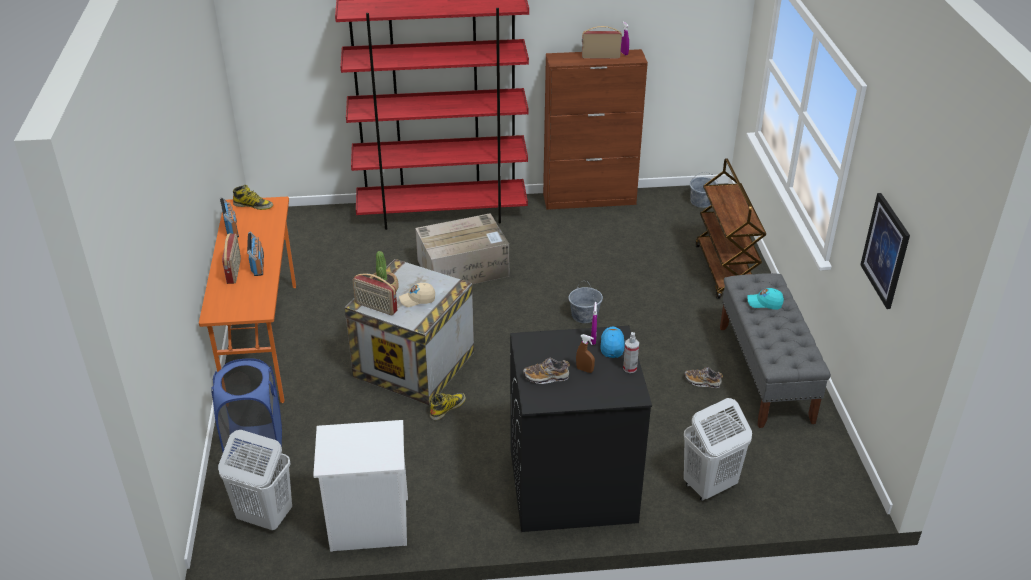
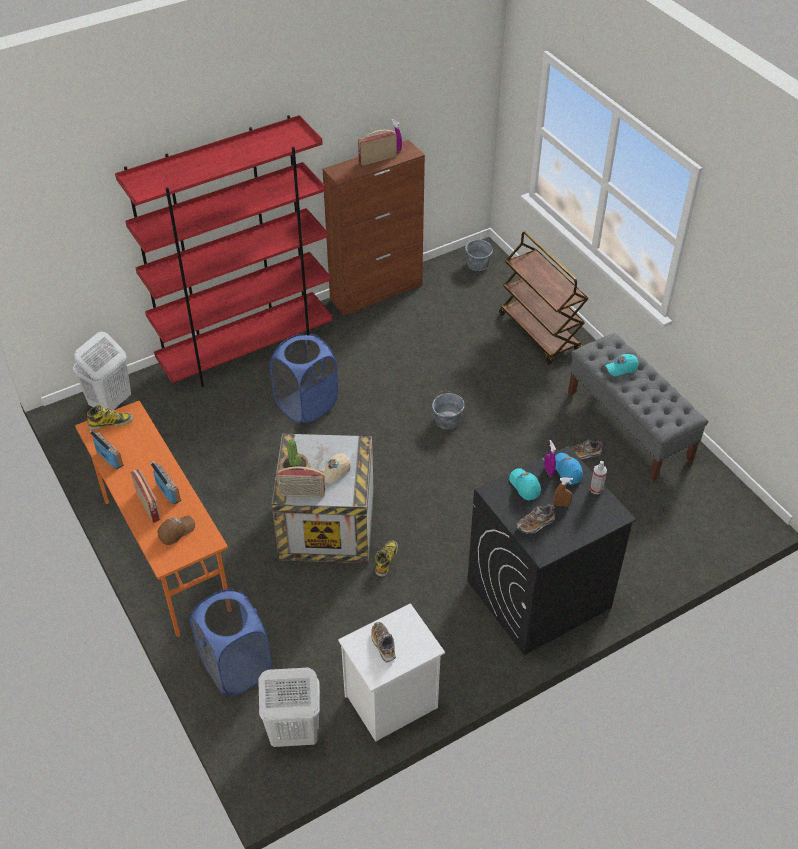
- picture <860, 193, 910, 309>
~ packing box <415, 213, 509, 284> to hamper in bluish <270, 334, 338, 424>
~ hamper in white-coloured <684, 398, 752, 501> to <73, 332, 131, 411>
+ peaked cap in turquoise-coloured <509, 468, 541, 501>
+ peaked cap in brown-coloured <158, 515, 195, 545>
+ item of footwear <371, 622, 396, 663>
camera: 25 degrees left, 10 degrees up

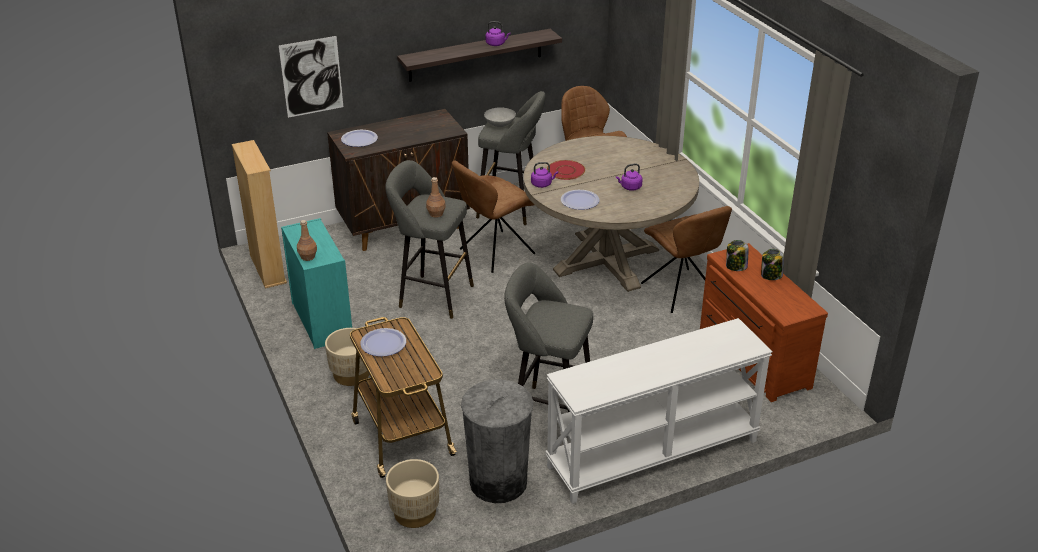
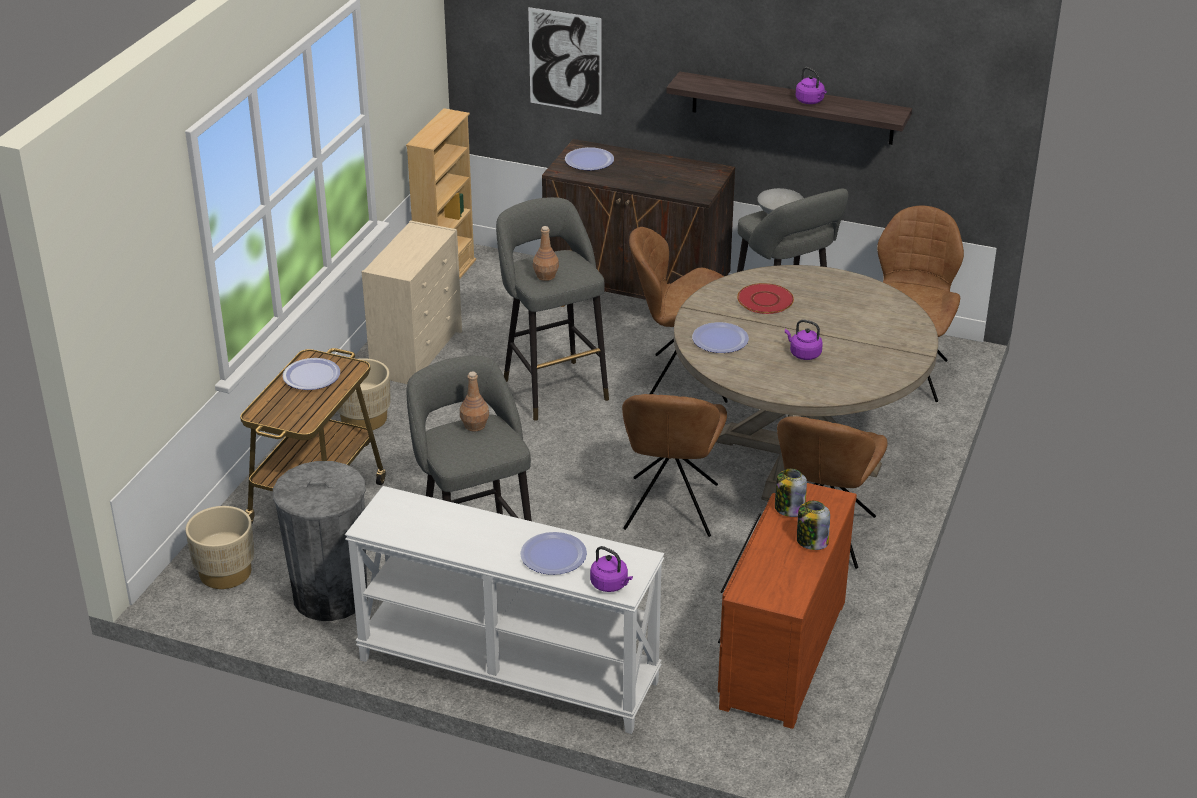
~ kettle in purplish <531, 162, 558, 188> to <590, 546, 633, 592>
~ drawer chest in turquoise-coloured <281, 218, 352, 349> to drawer chest in beige <361, 220, 462, 384>
~ beverage bottle in brown-coloured <297, 220, 317, 261> to <460, 371, 489, 431>
+ upright chair in brown-coloured <622, 394, 727, 537>
+ plate <520, 532, 587, 575>
camera: 45 degrees right, 0 degrees up

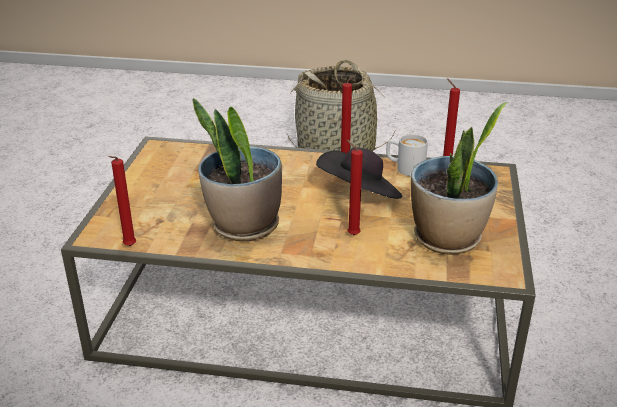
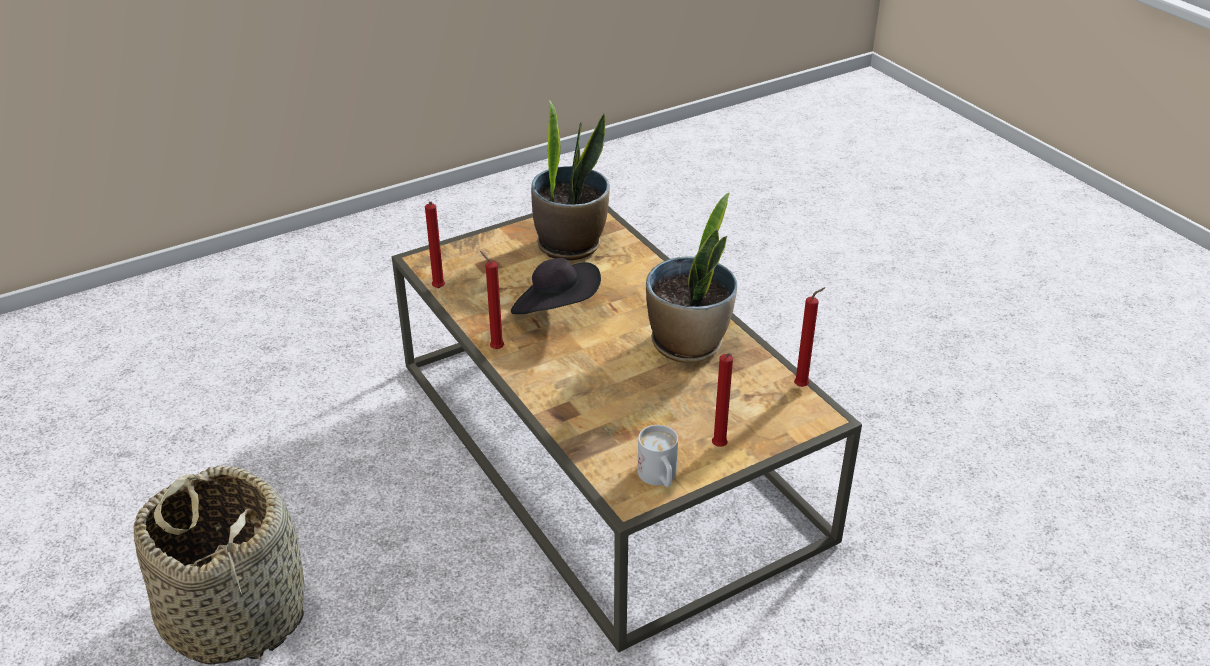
~ coffee mug in white-coloured <386, 134, 428, 176> to <638, 425, 678, 487>
~ wax light in red <346, 139, 363, 235> to <712, 353, 733, 447>
camera: 130 degrees left, 5 degrees up

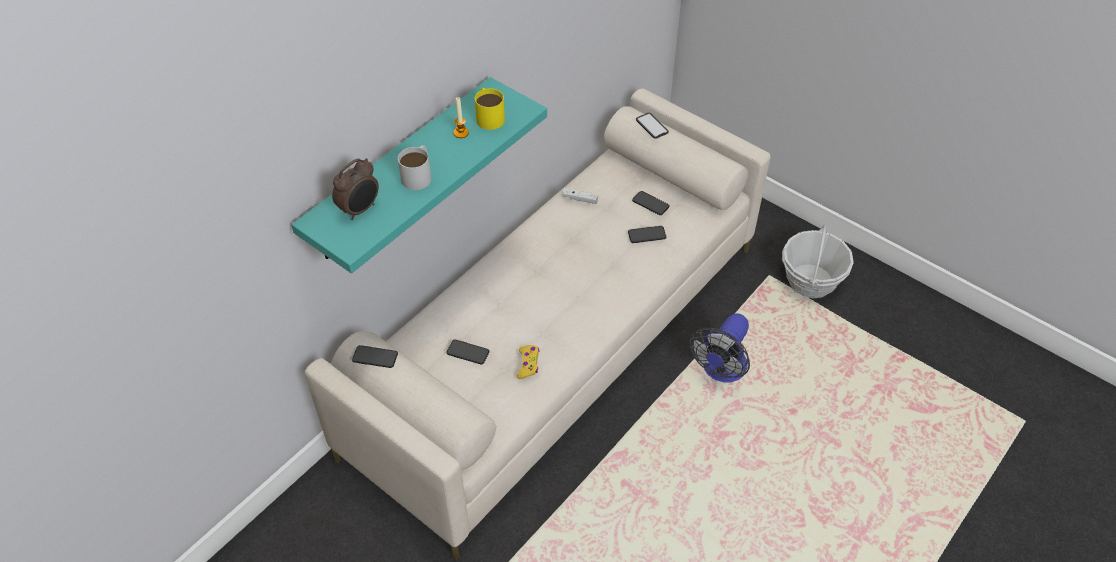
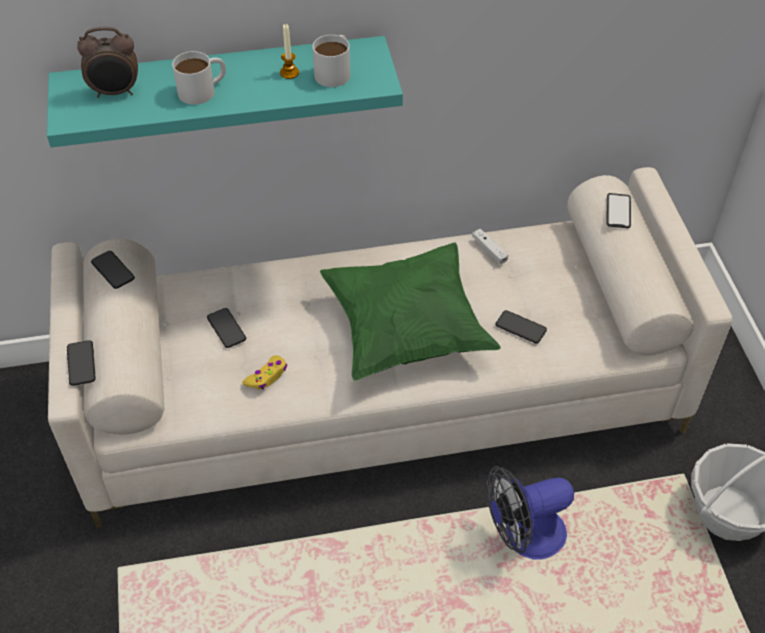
~ coffee mug in yellow <475, 88, 505, 130> to coffee mug in white-coloured <313, 35, 350, 87>
~ phone <632, 191, 670, 215> to <67, 340, 96, 386>
+ pillow in green <320, 242, 501, 380>
camera: 40 degrees right, 0 degrees up

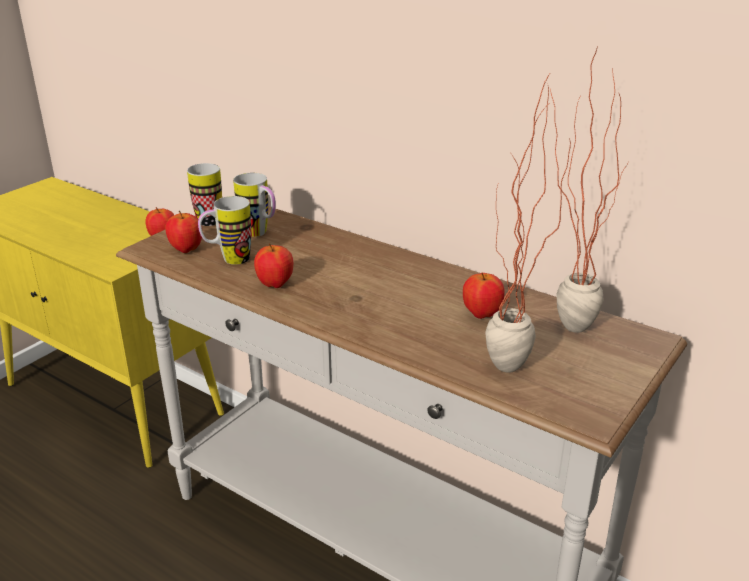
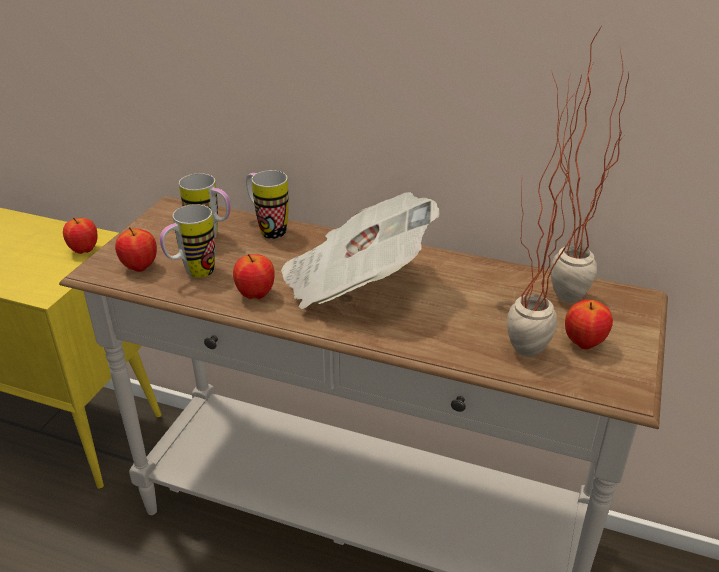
~ coffee mug <187, 163, 222, 226> to <246, 170, 289, 239>
~ apple <463, 272, 505, 319> to <565, 300, 613, 349>
+ daily paper <281, 192, 440, 309>
camera: 15 degrees left, 5 degrees up

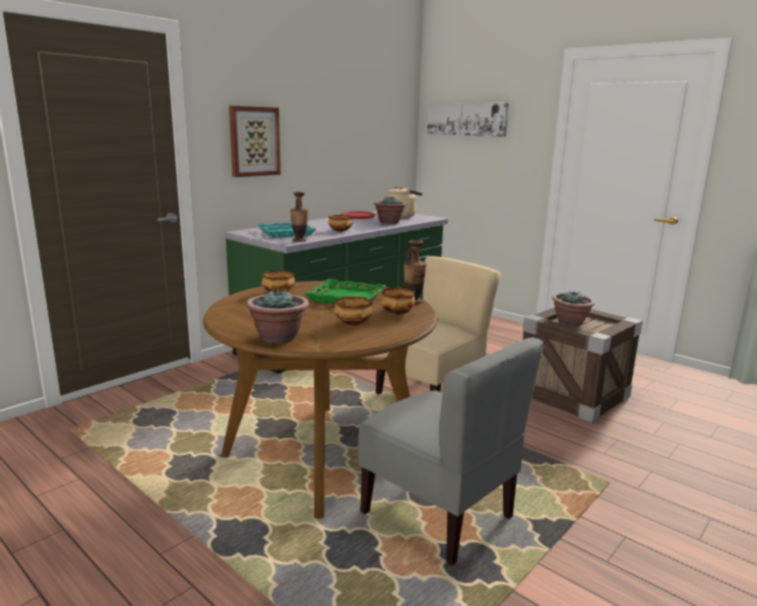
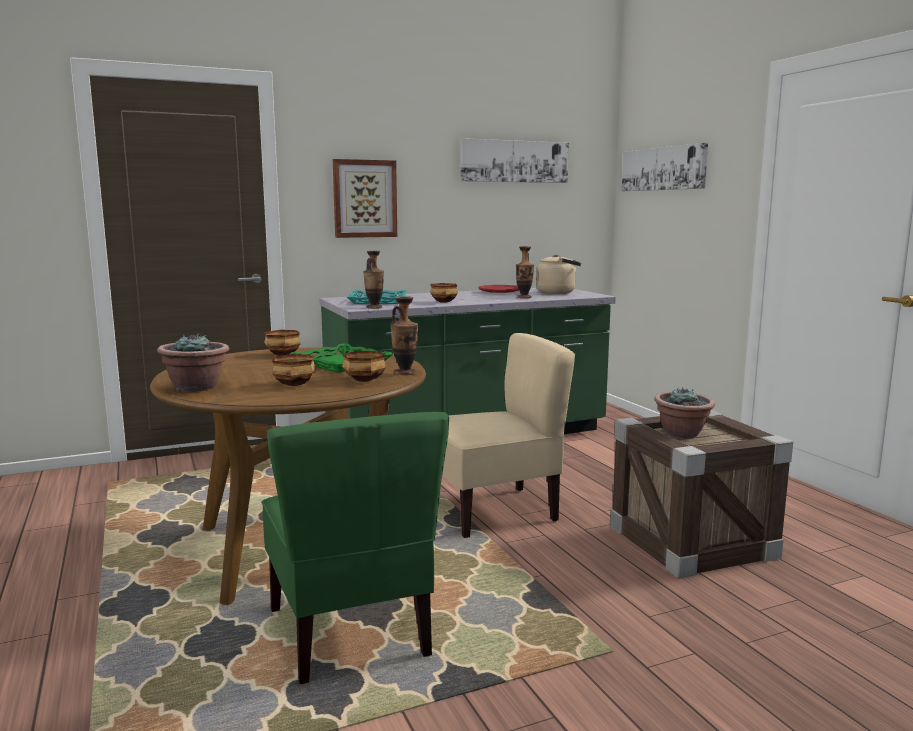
~ potted plant <374, 196, 406, 224> to decorative vase <516, 246, 534, 298>
~ upright chair in gray <358, 338, 544, 565> to upright chair in green <261, 412, 449, 684>
+ picture <460, 138, 569, 183>
camera: 25 degrees right, 5 degrees down

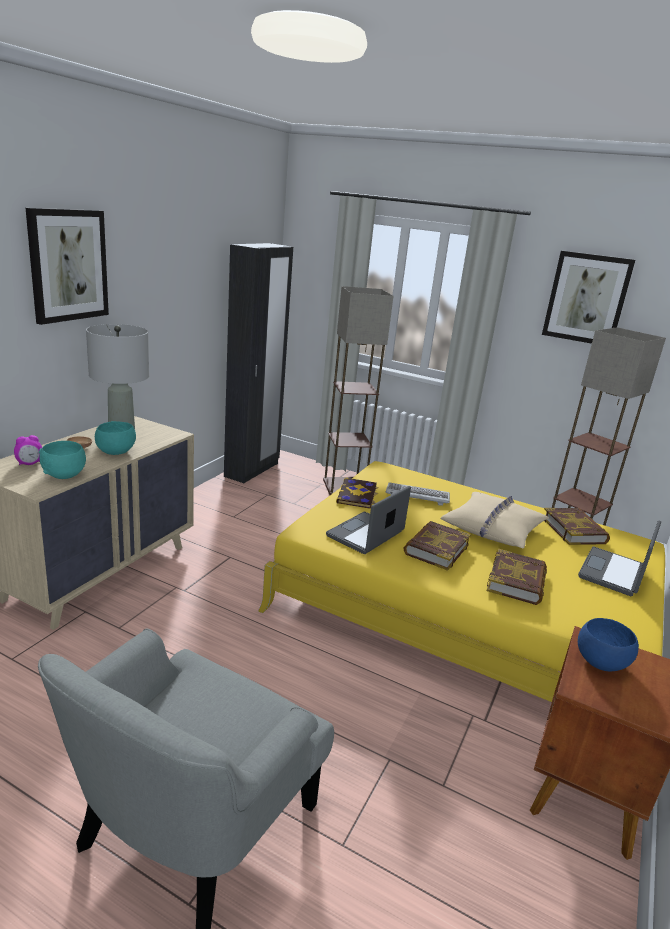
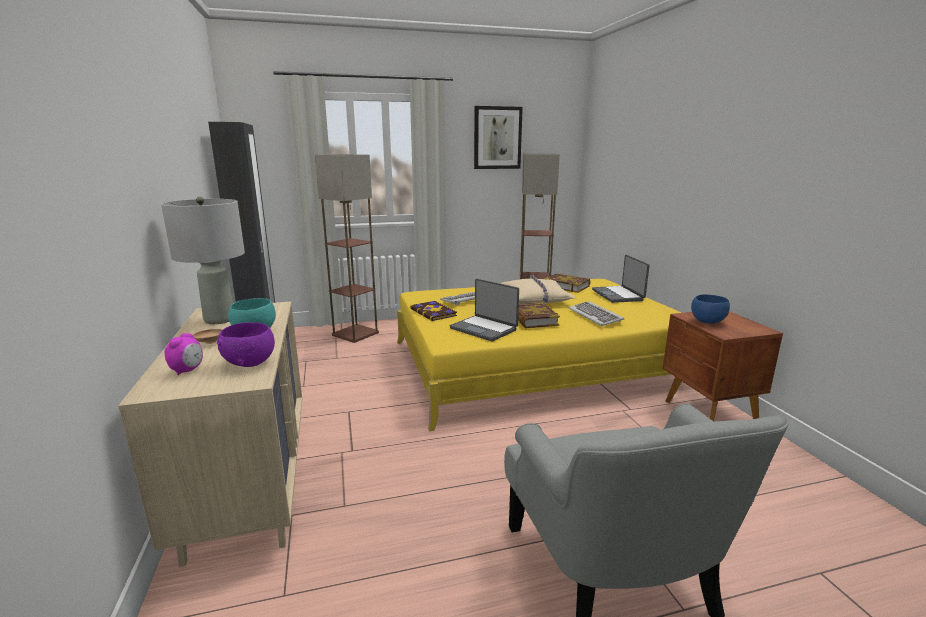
- picture <26, 208, 109, 325>
~ deep dish in turquoise-coloured <39, 441, 86, 479> to deep dish in purplish <217, 322, 275, 367>
~ portable computer <326, 486, 411, 554> = <450, 279, 519, 341> 45 degrees counterclockwise
~ bound book <487, 549, 547, 605> to PC keyboard <569, 301, 624, 326>
camera: 40 degrees left, 5 degrees down

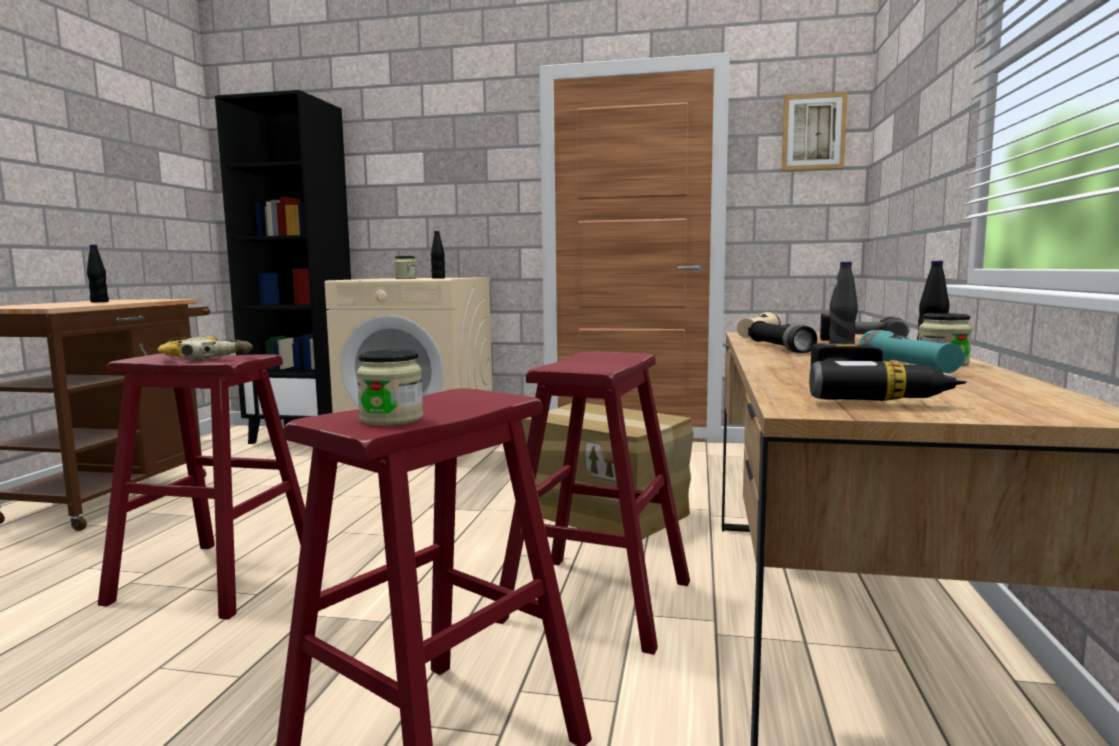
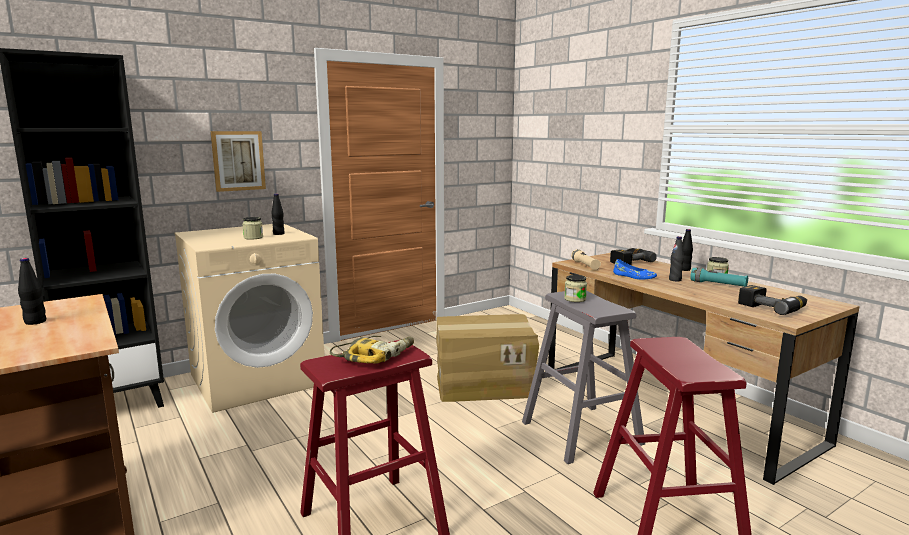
~ picture <781, 92, 848, 171> to <211, 131, 266, 192>
~ torch in black <748, 321, 817, 353> to item of footwear in bluish <613, 259, 657, 279>
~ preserve jar <357, 350, 423, 425> to <564, 275, 587, 302>
~ stool in red <495, 352, 690, 655> to stool in gray <522, 291, 645, 464>
camera: 45 degrees left, 5 degrees up

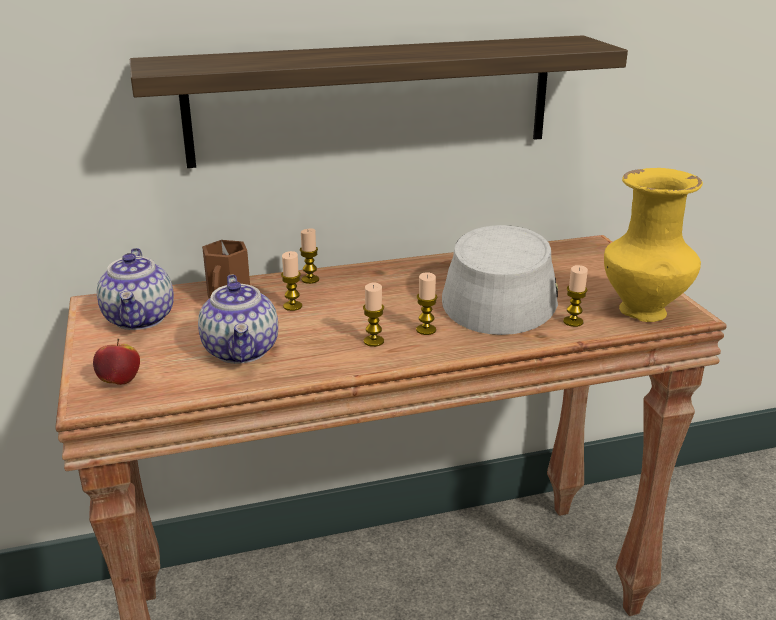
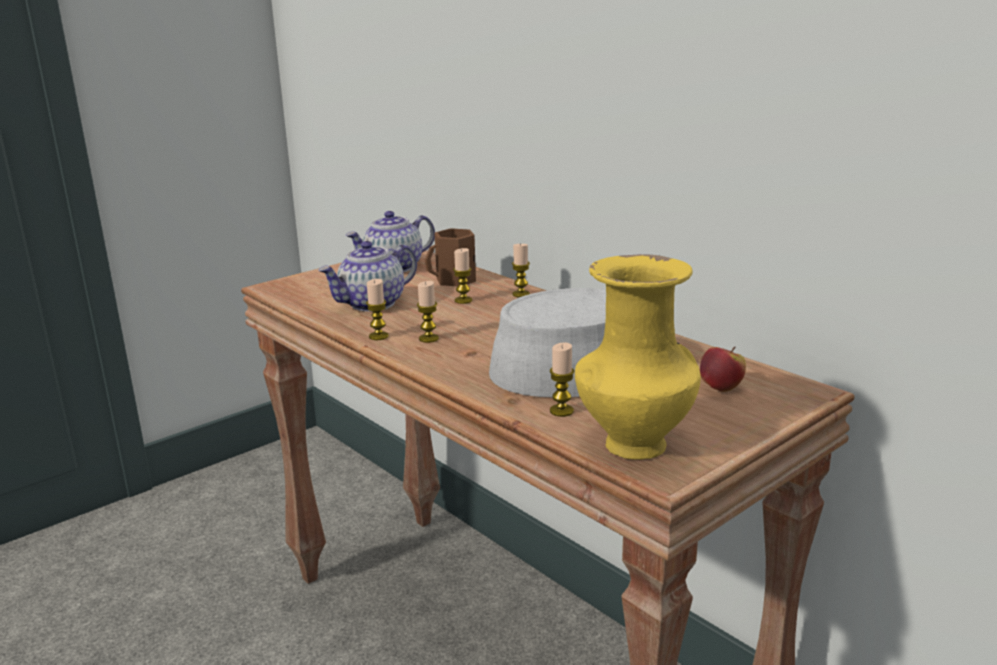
- bracket shelf <130, 35, 628, 168>
~ wax light <416, 272, 437, 335> to <366, 279, 389, 340>
~ apple <93, 339, 140, 385> to <700, 346, 746, 392>
camera: 65 degrees right, 5 degrees down

